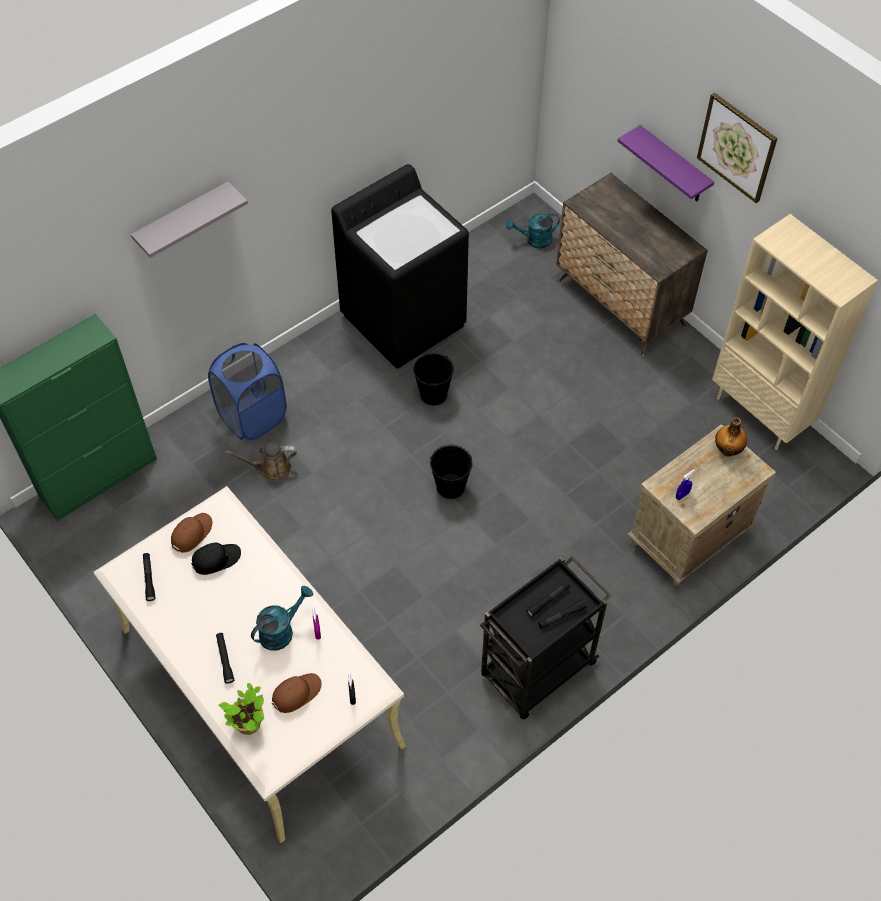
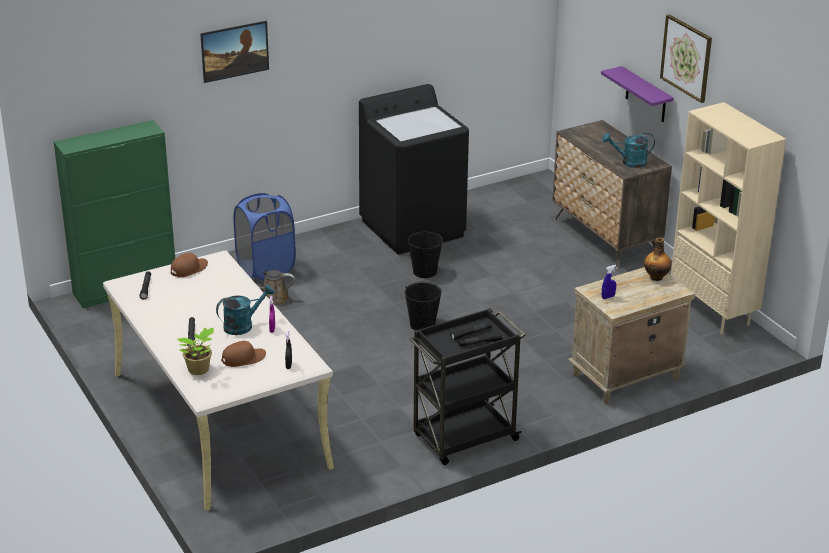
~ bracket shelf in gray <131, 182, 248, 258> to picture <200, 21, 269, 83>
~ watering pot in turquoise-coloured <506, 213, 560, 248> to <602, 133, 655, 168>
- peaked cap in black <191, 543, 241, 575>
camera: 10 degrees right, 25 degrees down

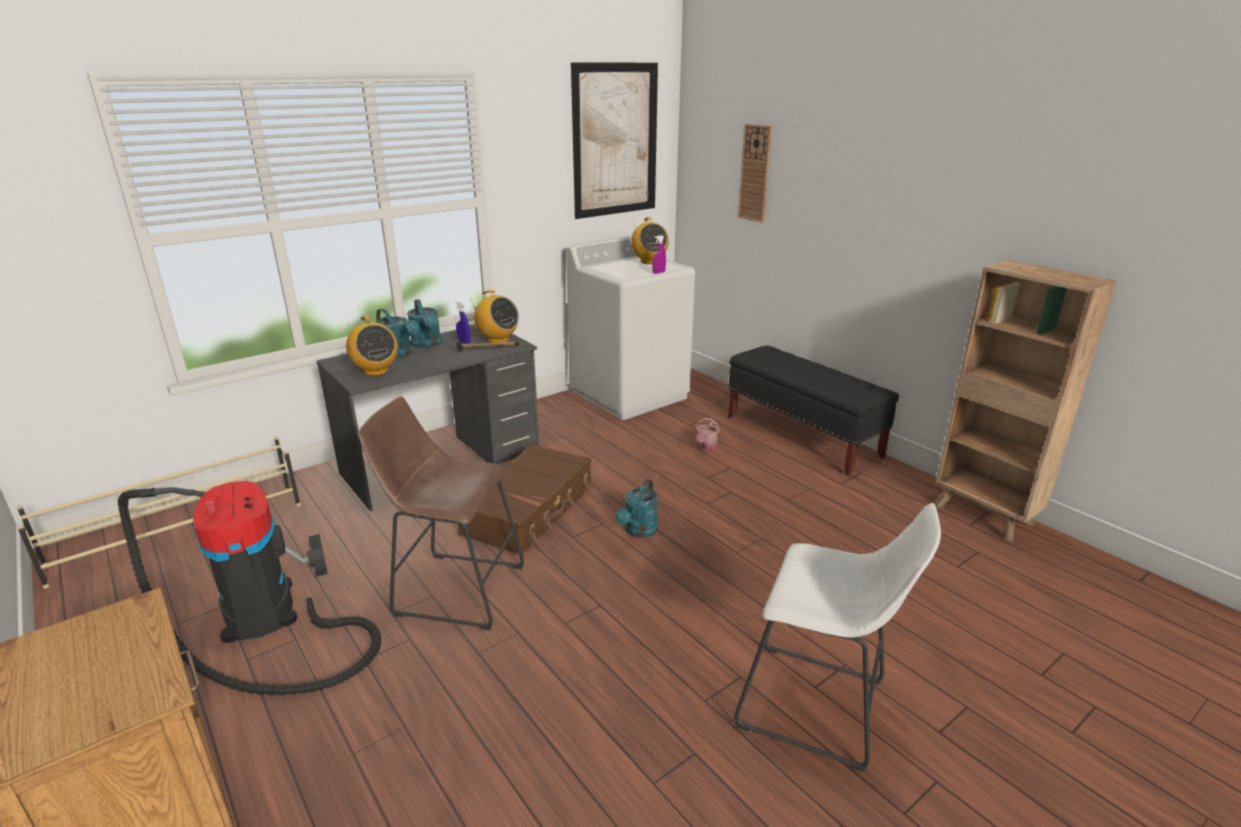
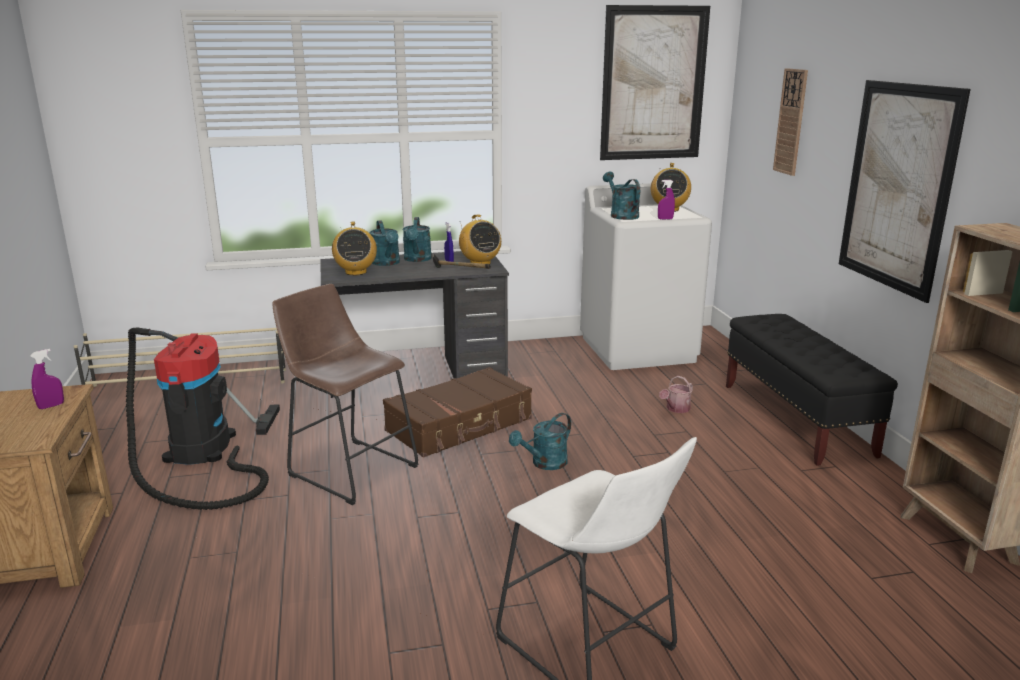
+ picture <839, 80, 971, 303>
+ watering pot in turquoise-coloured <603, 172, 640, 220>
+ sprayer in purplish <30, 349, 64, 409>
camera: 25 degrees right, 5 degrees down

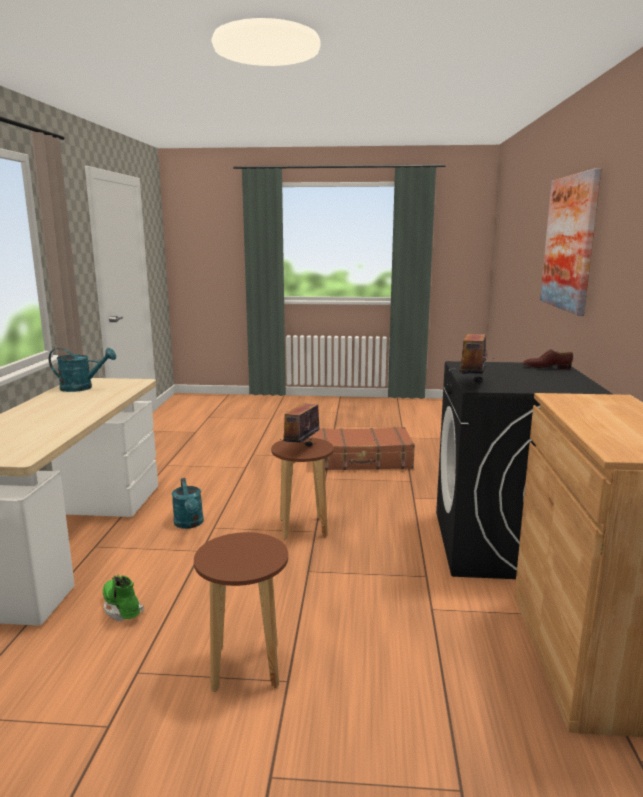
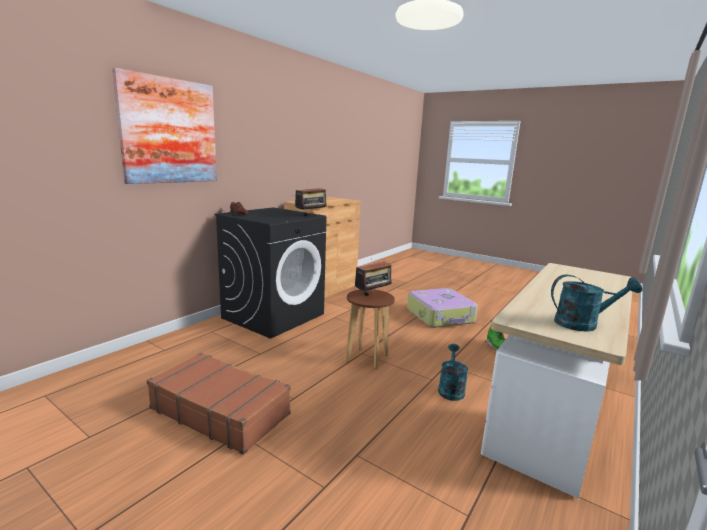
~ watering pot in turquoise-coloured <49, 348, 116, 392> = <551, 274, 642, 332> 150 degrees clockwise
~ stool in brown-coloured <194, 532, 288, 692> to suitcase <407, 288, 478, 328>
camera: 150 degrees left, 0 degrees up

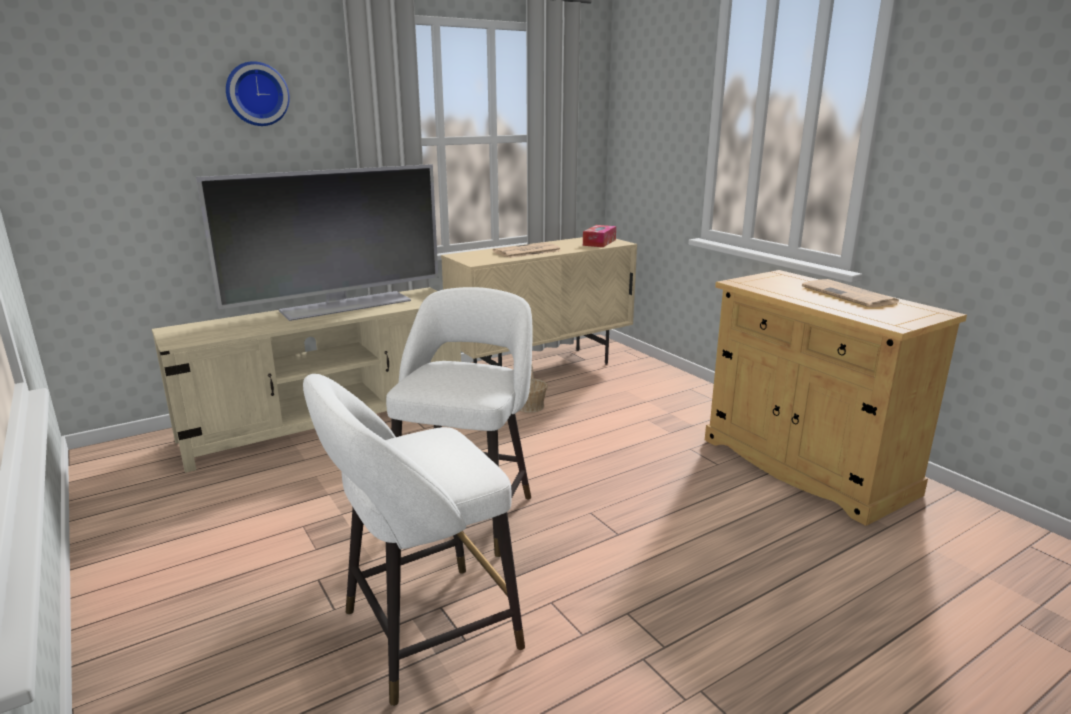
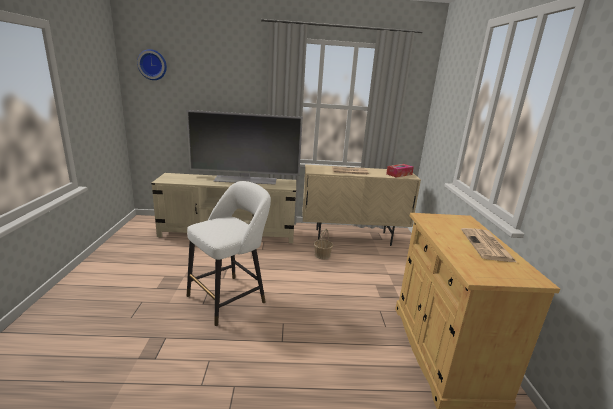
~ hanging clock <226, 61, 290, 126> to <137, 49, 167, 80>
- stool in white-coloured <303, 374, 525, 706>
camera: 30 degrees right, 0 degrees up

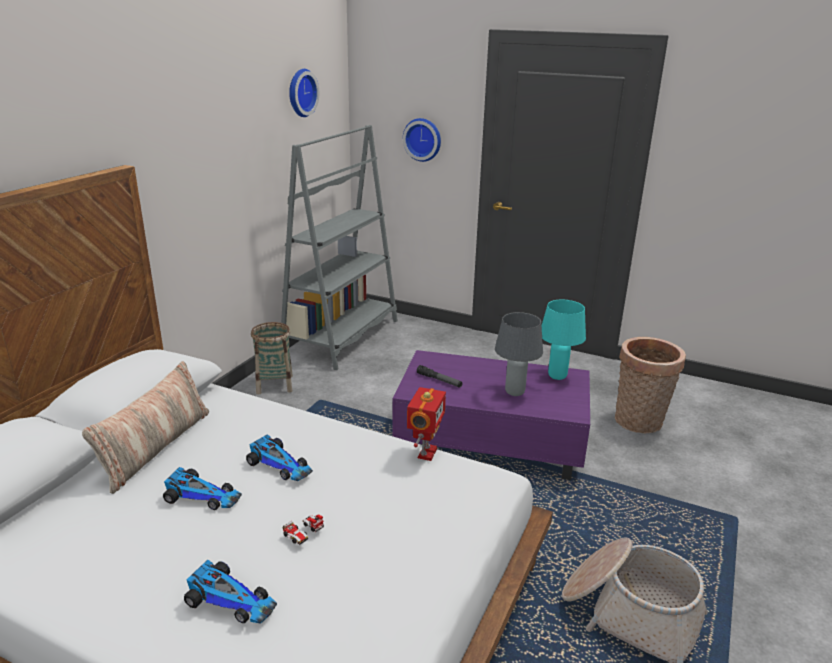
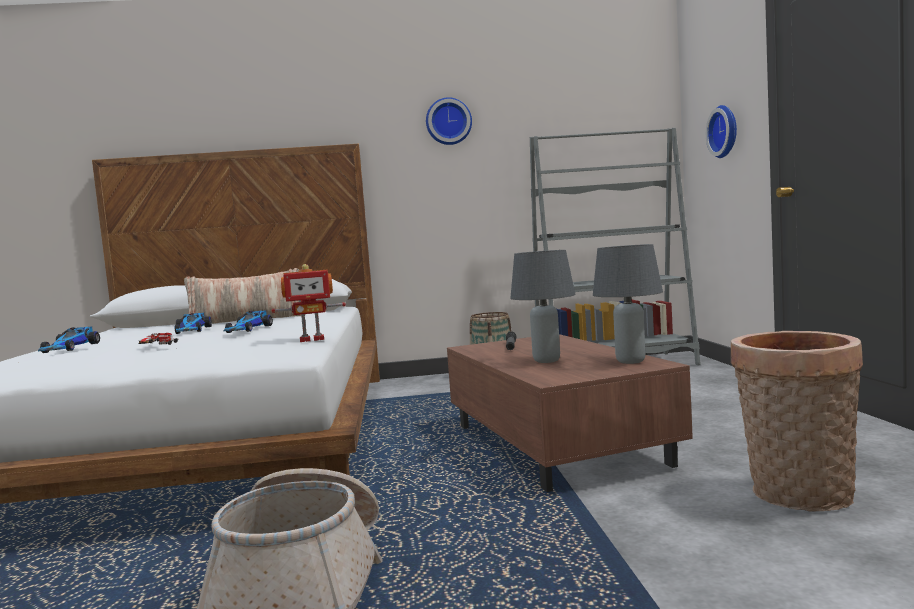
~ hanging clock <289, 69, 319, 117> to <426, 97, 472, 145>
~ lamp for a table in turquoise-coloured <541, 300, 586, 380> to lamp for a table in gray <593, 244, 663, 364>
~ lounge table in purplish <392, 350, 590, 480> to lounge table in brown-coloured <447, 334, 693, 492>
camera: 60 degrees right, 20 degrees down

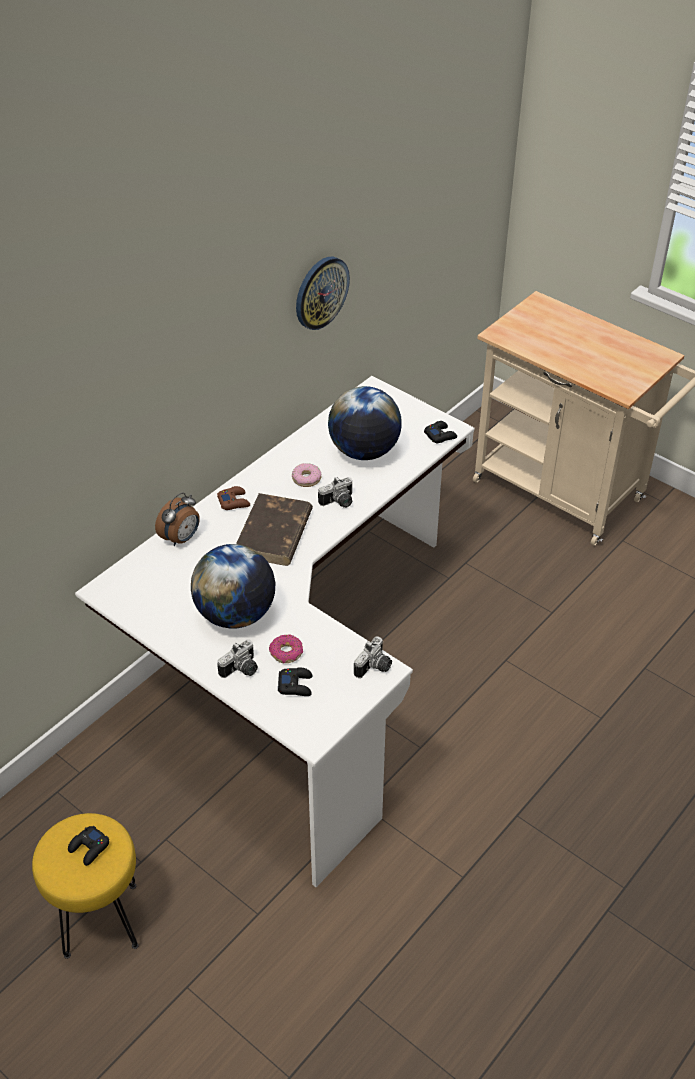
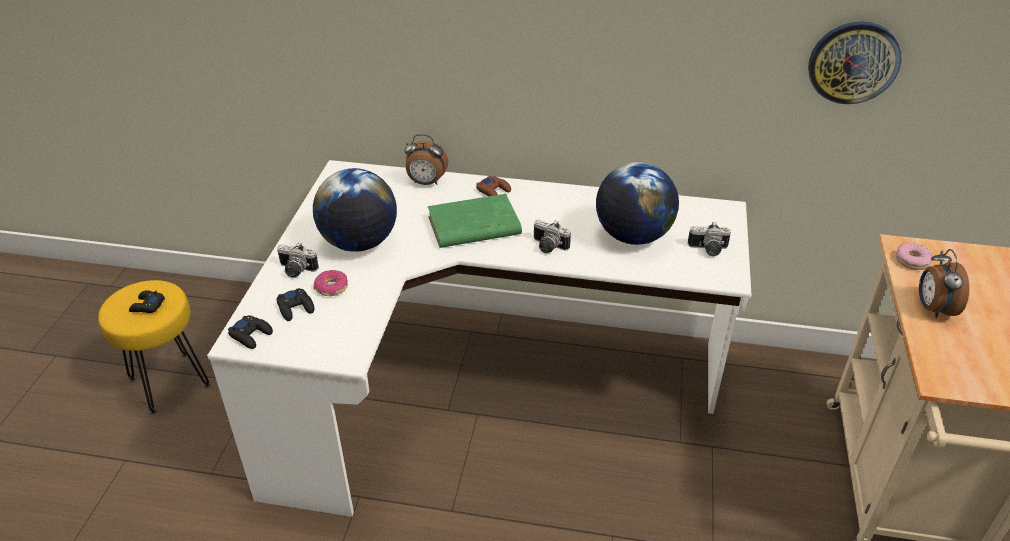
~ hanging clock <296, 257, 350, 330> to <808, 21, 902, 104>
~ joypad in black <424, 421, 457, 443> to <228, 315, 273, 349>
~ ring doughnut <292, 463, 322, 487> to <896, 243, 933, 270>
~ bound book in brown-coloured <236, 493, 313, 566> to bound book in green <428, 194, 522, 248>
~ still camera <354, 636, 392, 678> to <688, 222, 731, 256>
+ bedside clock <919, 249, 969, 318>
camera: 60 degrees right, 5 degrees down

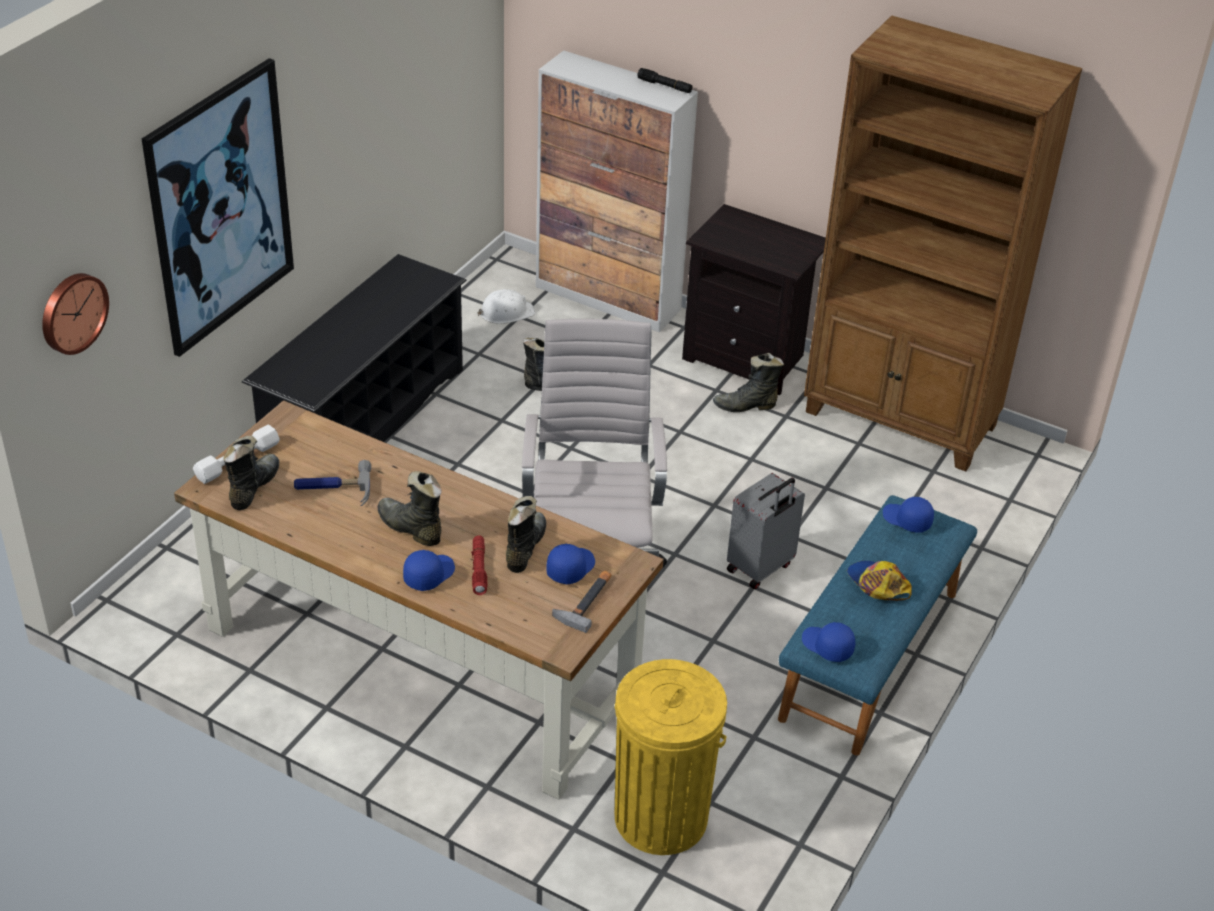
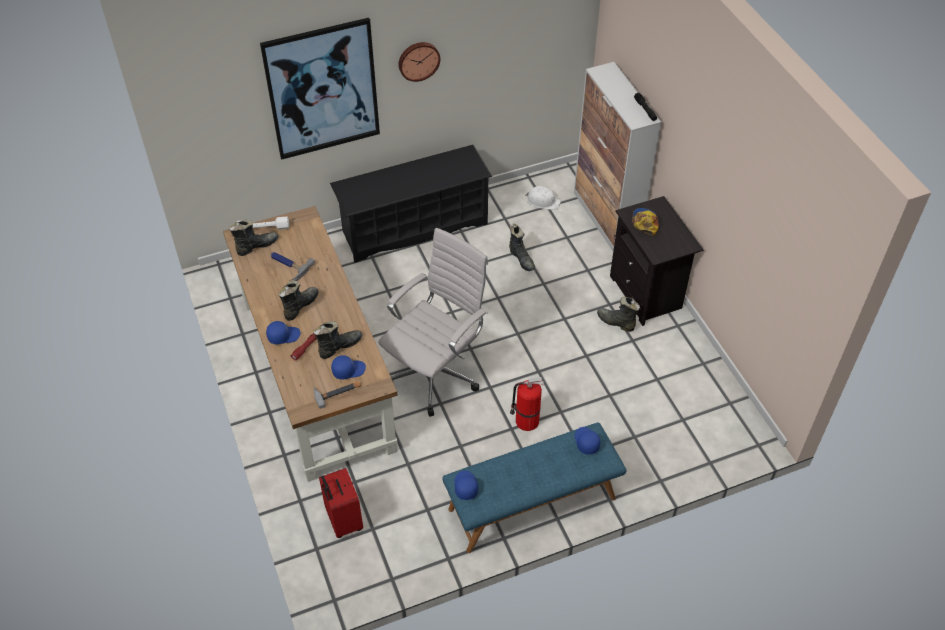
- shelving unit in brown-coloured <804, 15, 1082, 472>
~ hanging clock <42, 273, 109, 355> to <398, 42, 440, 82>
~ tall boot in black <378, 471, 442, 546> = <279, 281, 318, 321> 45 degrees clockwise
~ suitcase in gray <727, 473, 805, 589> to fire-fighting cylinder <510, 377, 544, 431>
~ peaked cap <847, 561, 912, 601> to <632, 208, 659, 236>
~ rubbish bin in yellow <615, 659, 727, 855> to suitcase in red <319, 468, 363, 538>
camera: 40 degrees right, 10 degrees up

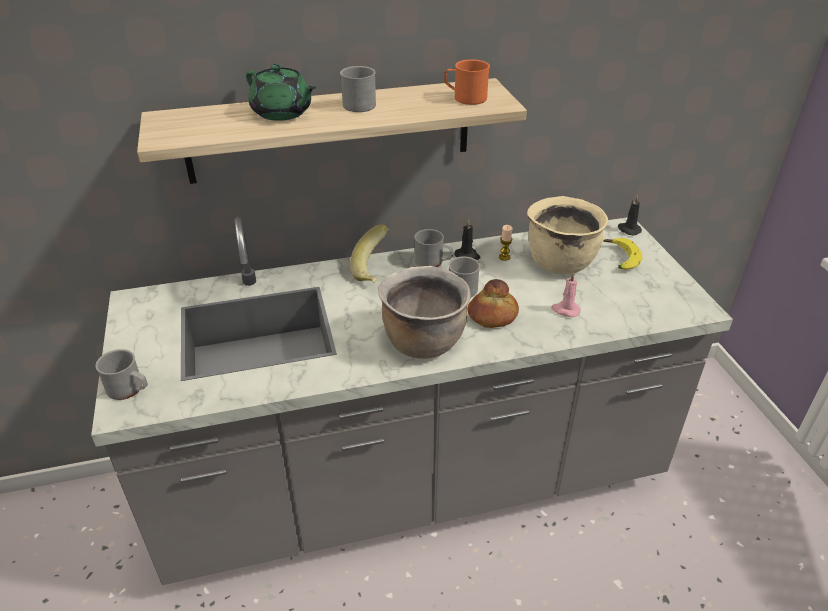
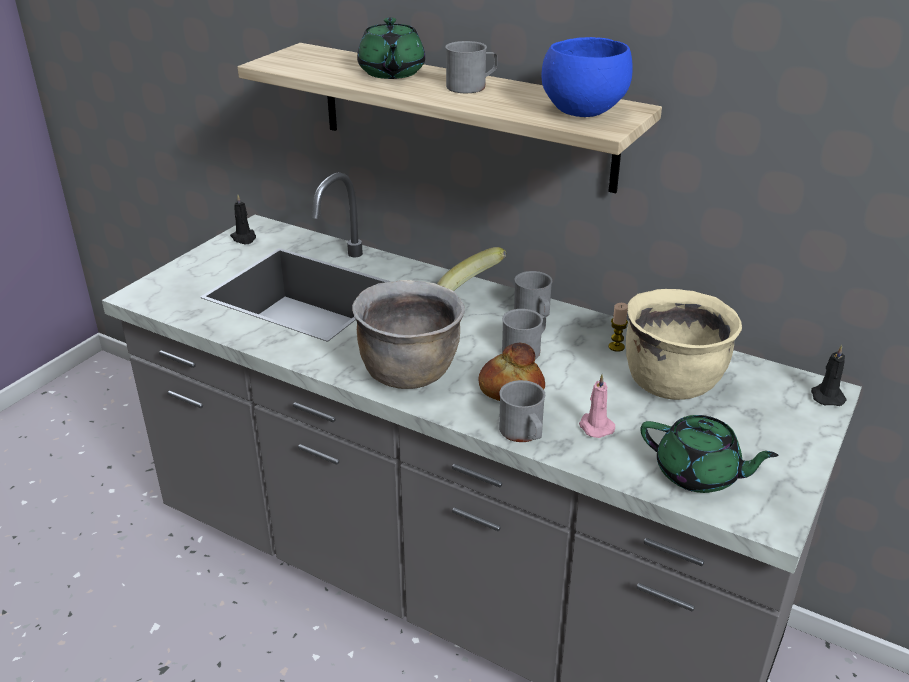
~ coffee mug in orangey <444, 59, 490, 105> to deep dish in bluish <541, 37, 633, 117>
~ wax light in black <455, 219, 480, 260> to <230, 195, 256, 244>
- whole banana <603, 238, 642, 270>
~ coffee mug in gray <95, 349, 148, 400> to <499, 380, 545, 442>
+ teapot in green <641, 415, 779, 493>
camera: 45 degrees right, 5 degrees down

